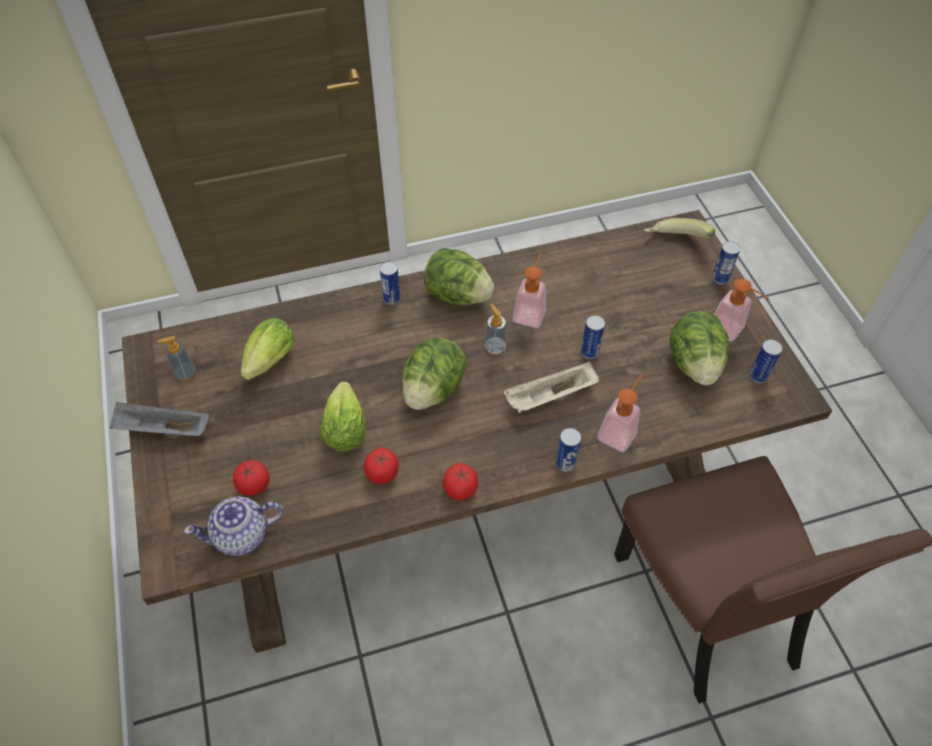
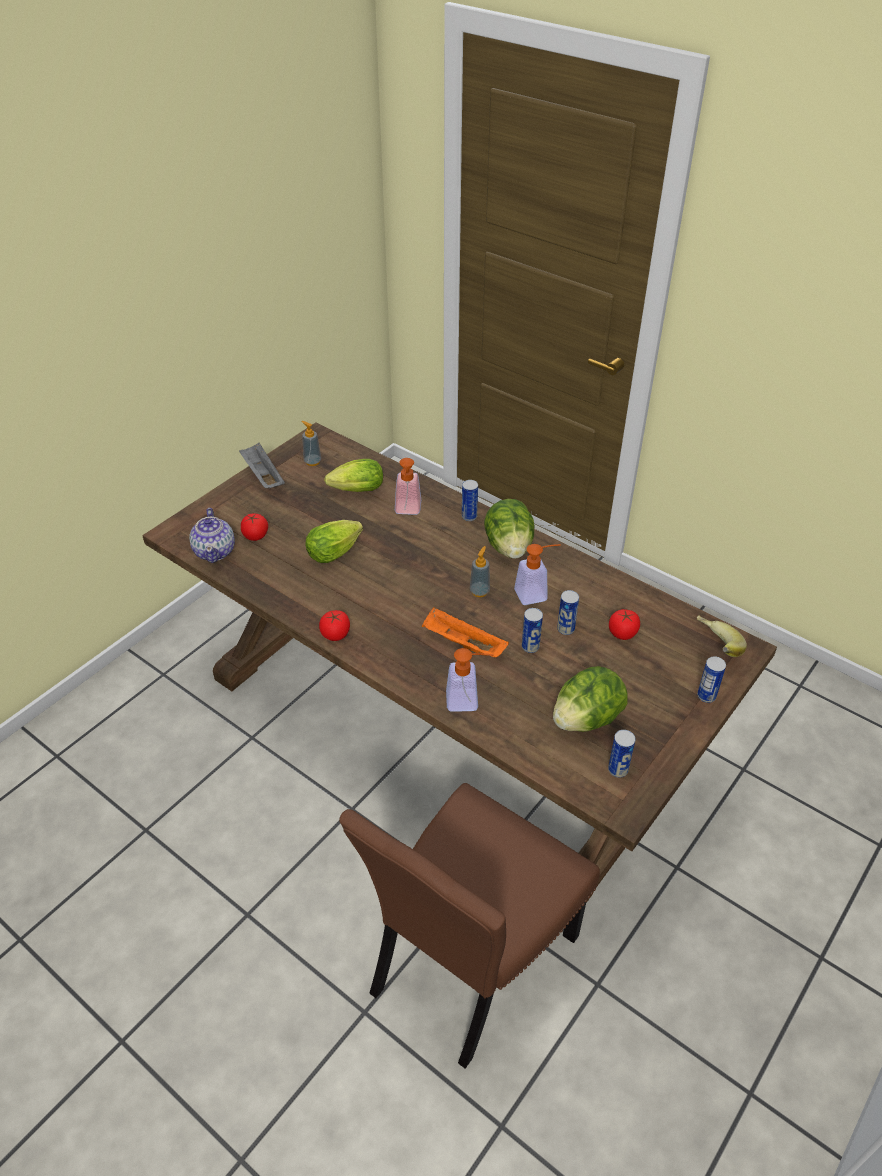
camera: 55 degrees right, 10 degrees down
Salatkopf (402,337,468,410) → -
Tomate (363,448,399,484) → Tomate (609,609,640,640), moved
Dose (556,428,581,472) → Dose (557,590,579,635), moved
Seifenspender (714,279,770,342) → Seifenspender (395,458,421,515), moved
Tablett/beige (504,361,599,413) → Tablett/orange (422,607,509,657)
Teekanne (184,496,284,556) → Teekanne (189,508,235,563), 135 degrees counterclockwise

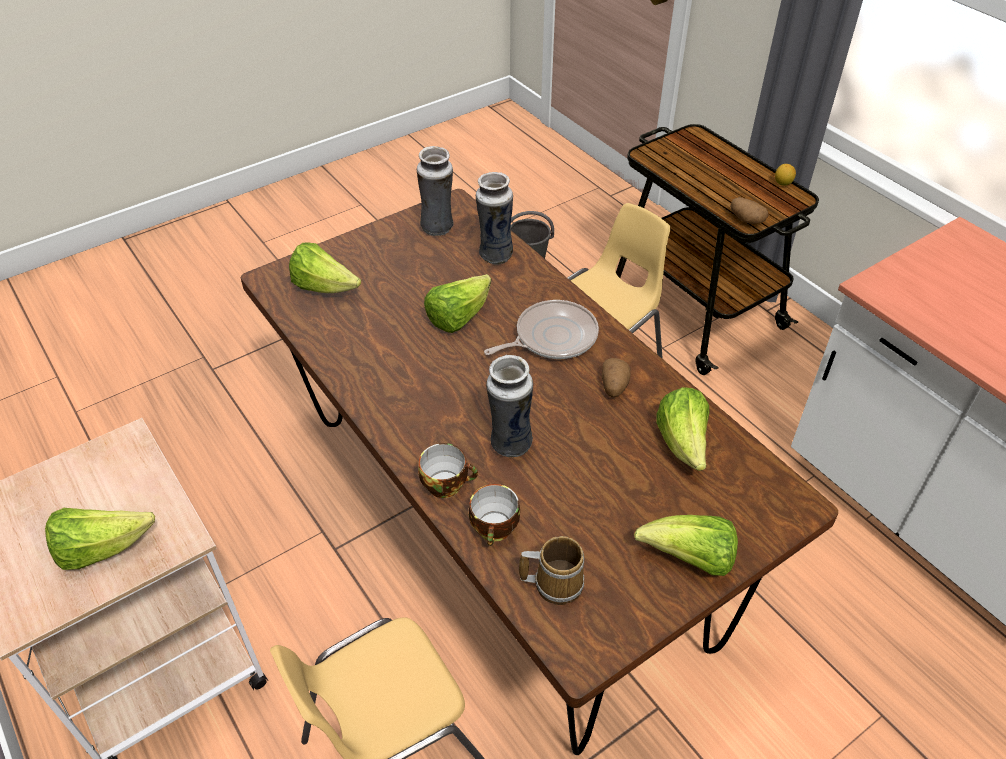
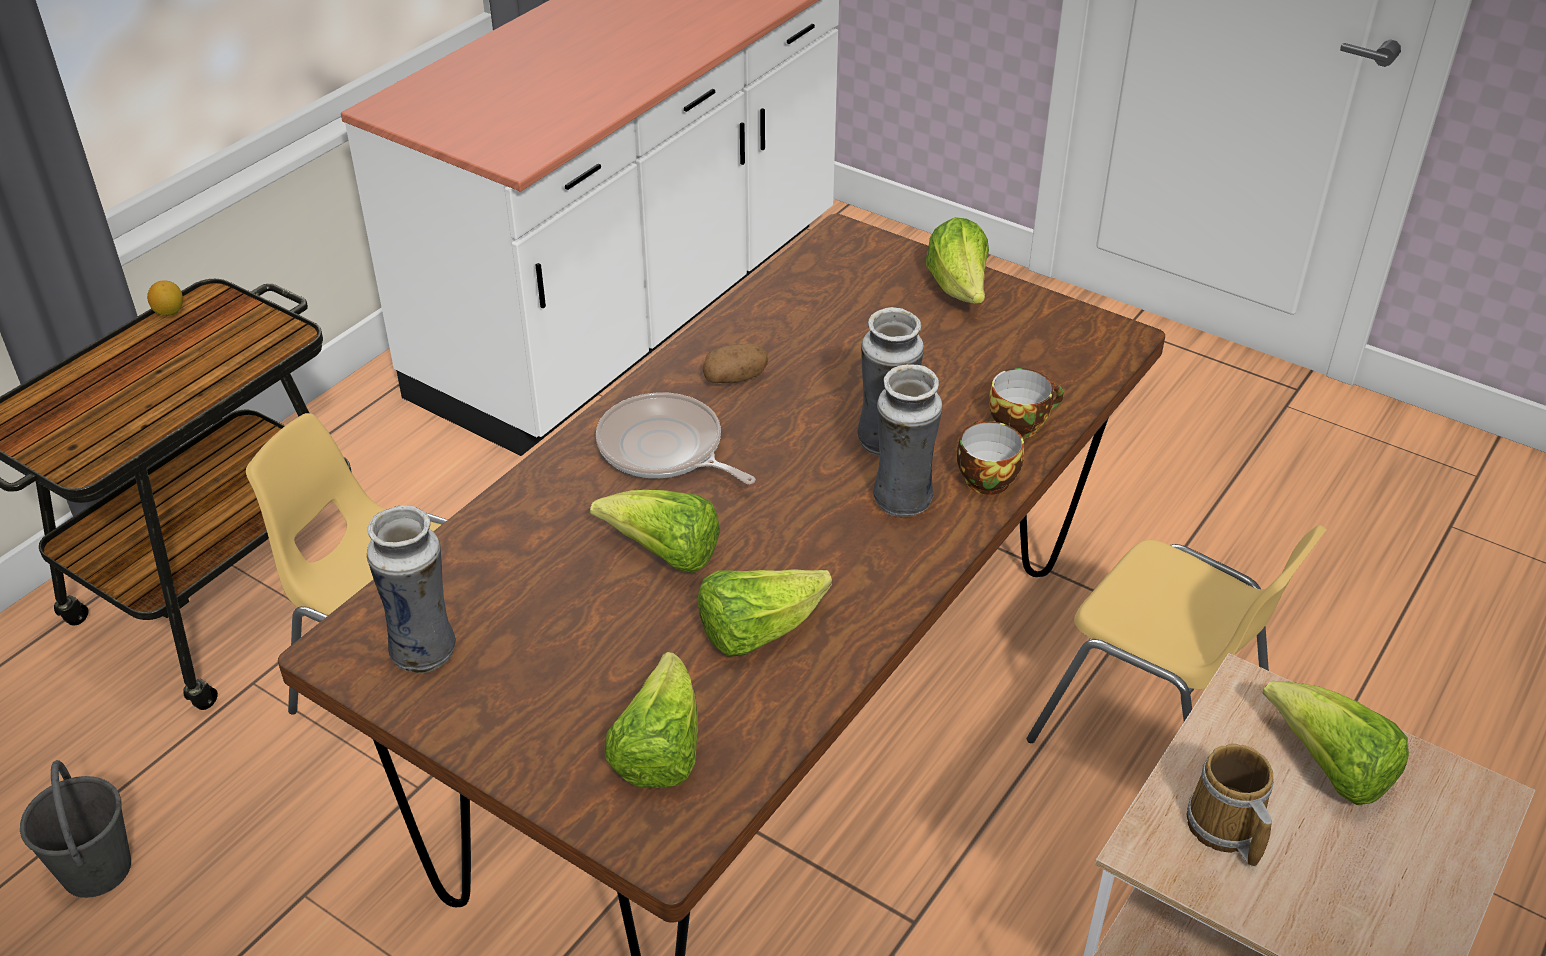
camera: 110 degrees left, 5 degrees down
Kartoffel (730,197,768,224) → -
Vase (476,172,513,264) → Vase (873,364,942,517), moved
Henkelbecher (519,536,585,605) → Henkelbecher (1187,744,1274,867), moved
Salatkopf (656,387,709,471) → Salatkopf (698,569,832,657), moved

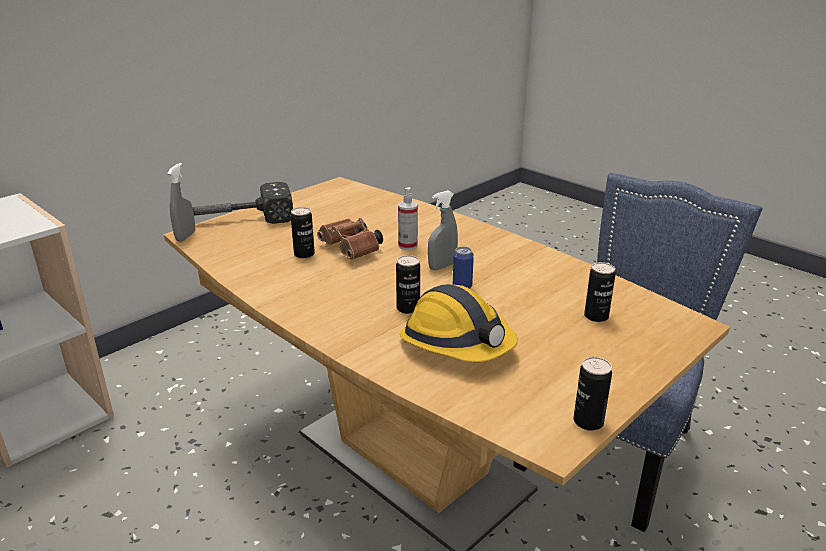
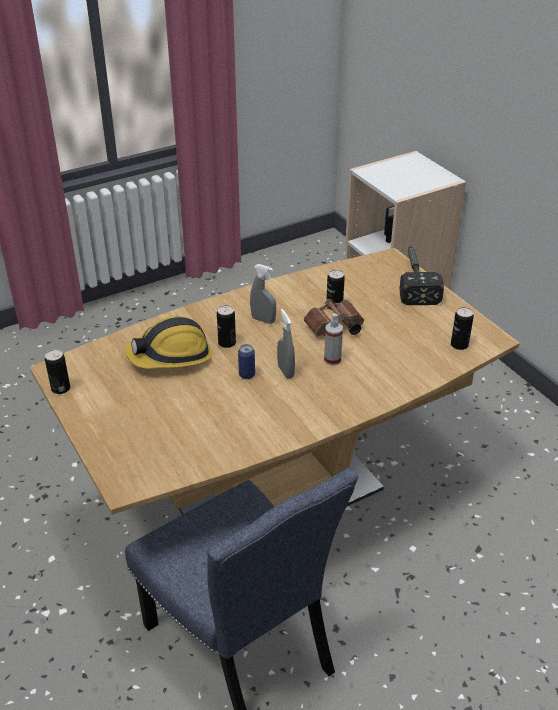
camera: 105 degrees right, 10 degrees up
Sprühflasche/grau (167,163,195,242) → Sprühflasche/grau (250,264,276,324), moved
Dose (584,262,616,322) → Dose (451,307,474,350), moved

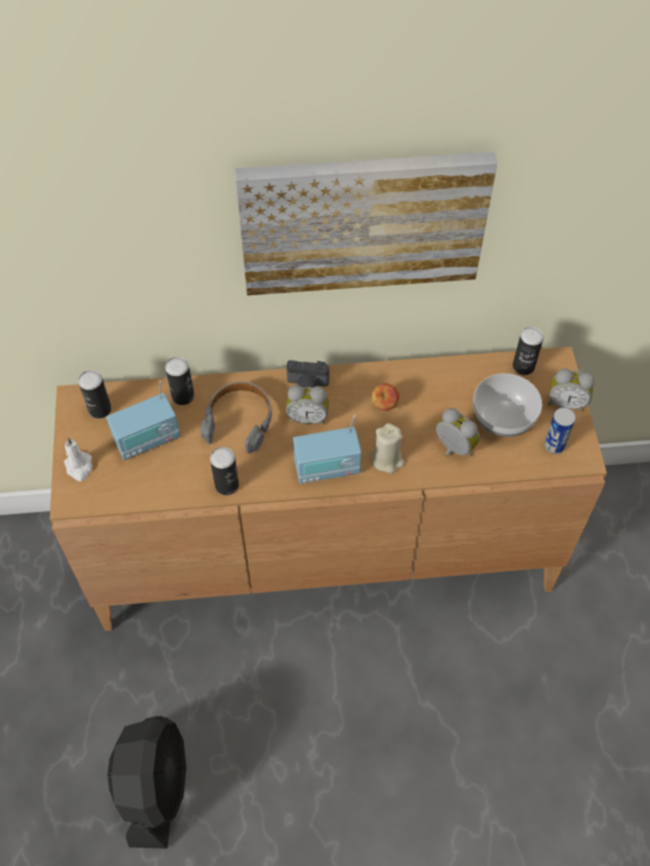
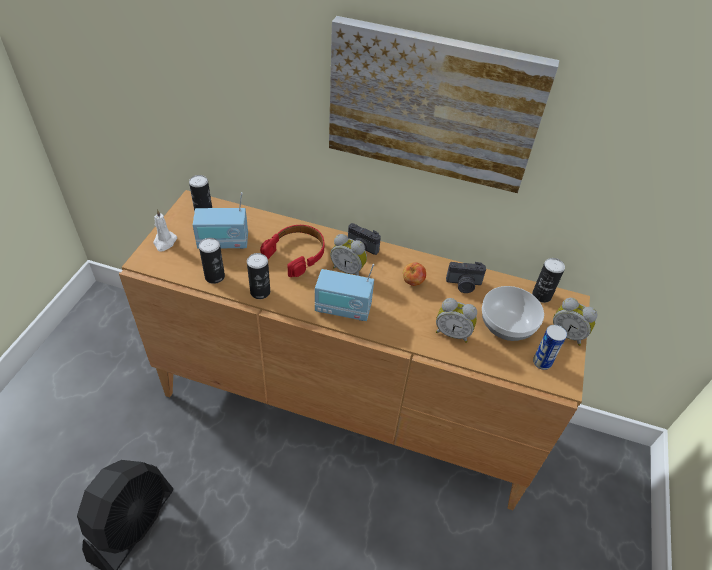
camera: 20 degrees right, 10 degrees down
Kerze/beige (371,423,405,473) → -
- → Kamera (446,262,486,293)
Dose (165,357,194,405) → Dose (199,238,225,284), moved
Kopfhörer/grau (201,382,272,454) → Kopfhörer/rot (260,225,324,277)
Wecker (436,408,480,457) → Wecker (436,298,477,343), 135 degrees clockwise

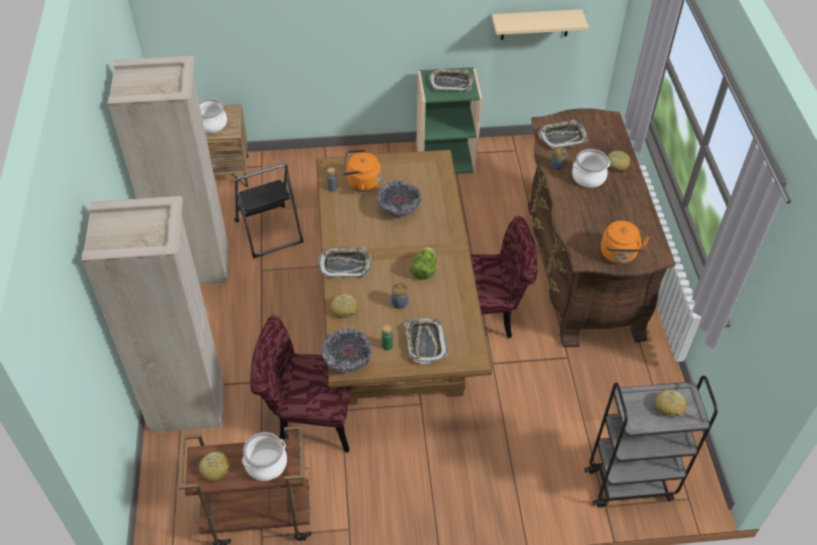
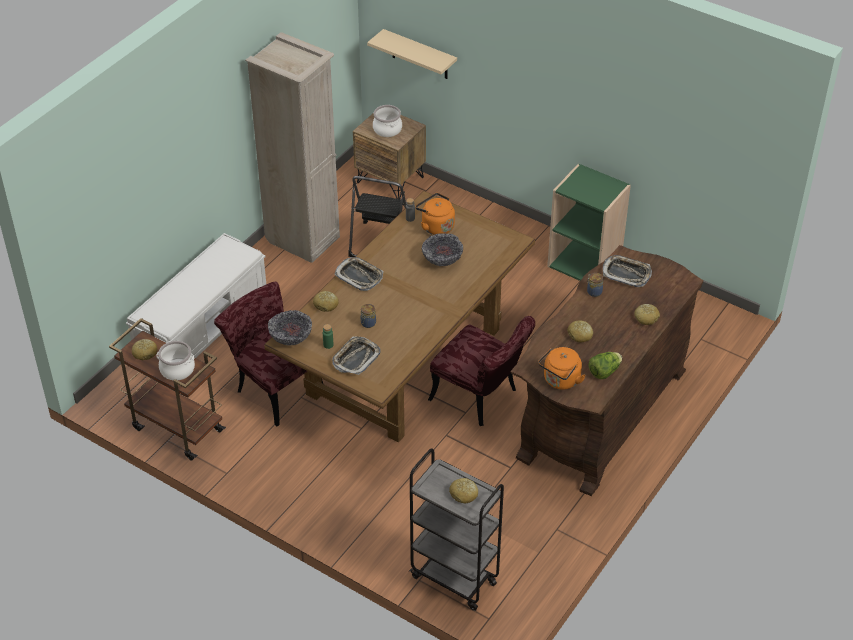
camera: 40 degrees right, 5 degrees down
Tablett (429,69,474,91) → -
Kochtopf (572,149,610,188) → -
- → Brot (567,321,593,343)
Salatkopf (410,247,436,280) → Salatkopf (588,352,622,379), moved
Wandregal/beige (492,9,589,40) → Wandregal/beige (367,29,457,79), moved
Schrank/beige (81,196,224,432) → Bank/weiß (126,233,266,358)

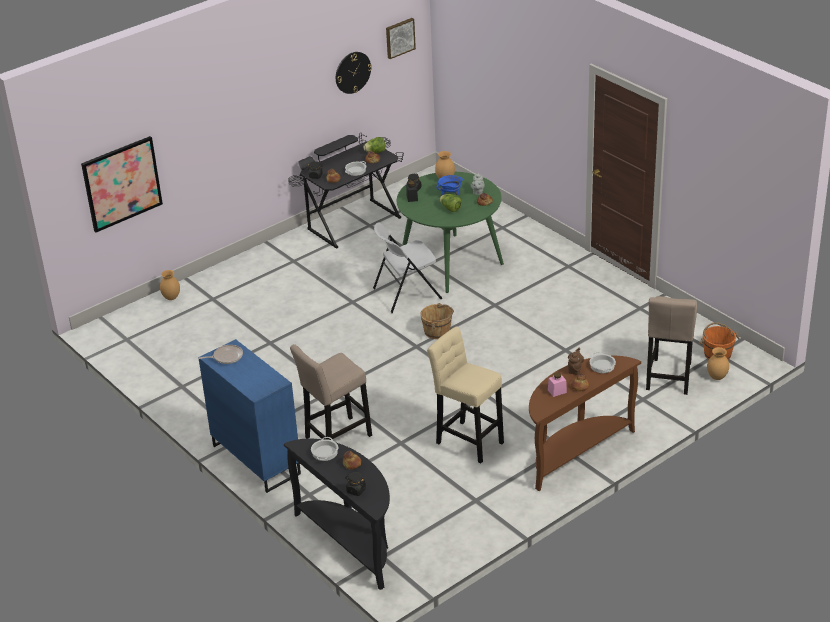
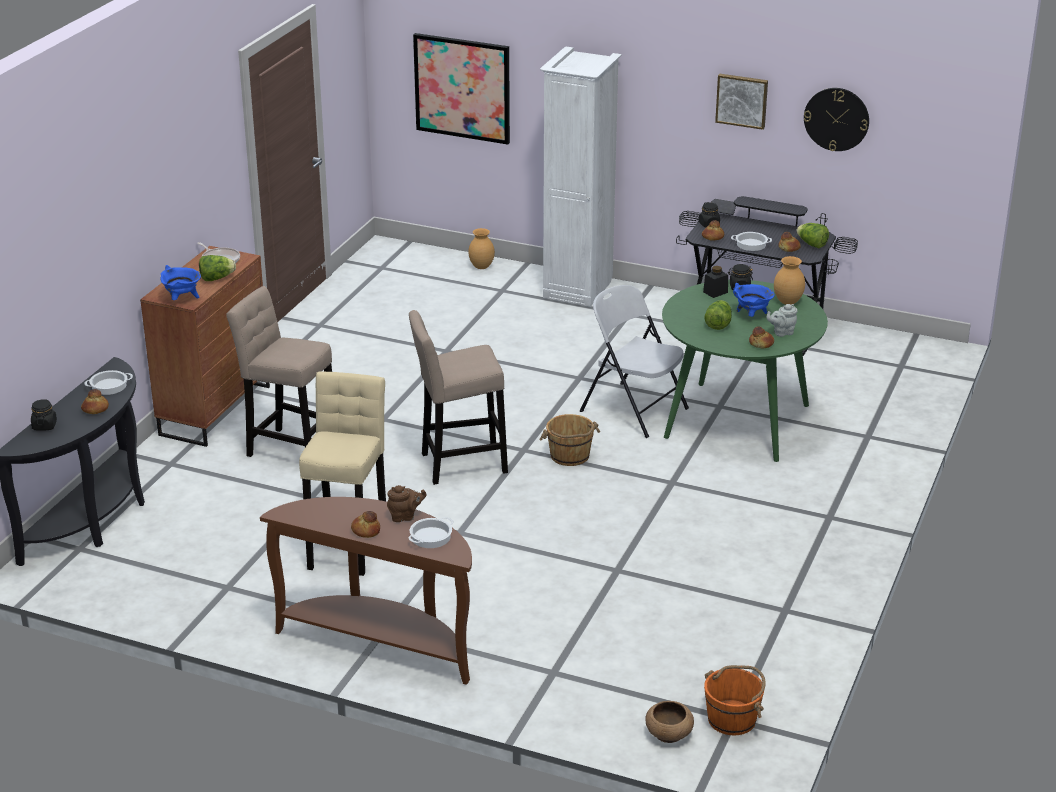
camera: 60 degrees right, 5 degrees down
Vorratsglas/rosa (548,372,567,397) → -
- → Kochtopf/blau (160,265,201,300)
- → Salatkopf (199,255,236,281)
- → Schrank/weiß (540,46,622,307)
Bild (386,18,416,59) → Bild (715,74,768,130), moved
Hocker/beige (646,296,697,395) → Hocker/beige (409,310,508,485), moved
Vase/braun (707,347,729,380) → Schüssel/braun (645,701,694,743)
Kommode/blau (198,339,301,493) → Kommode/braun (140,246,270,447)

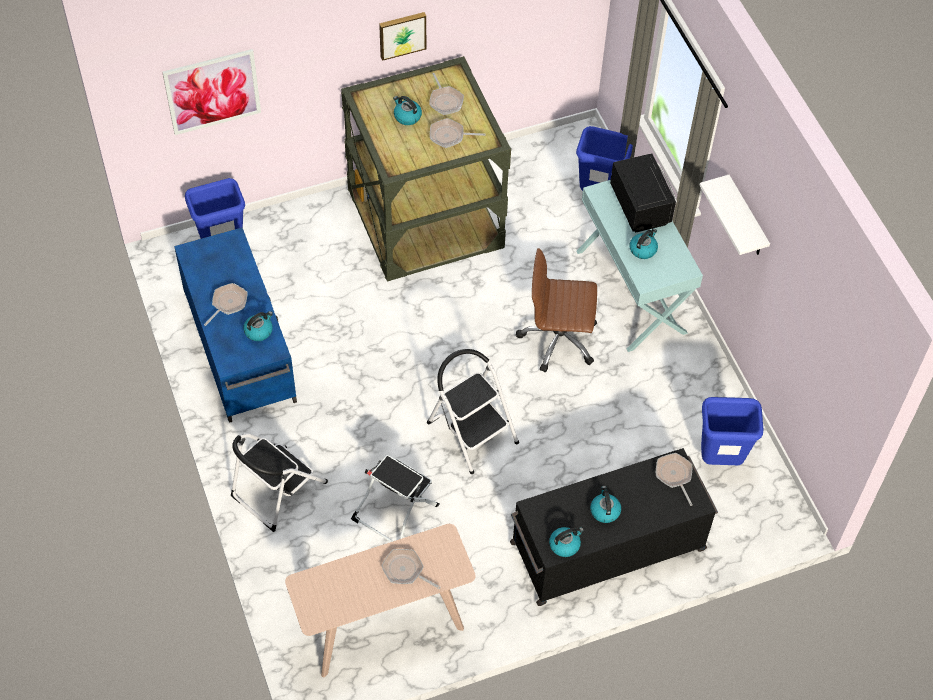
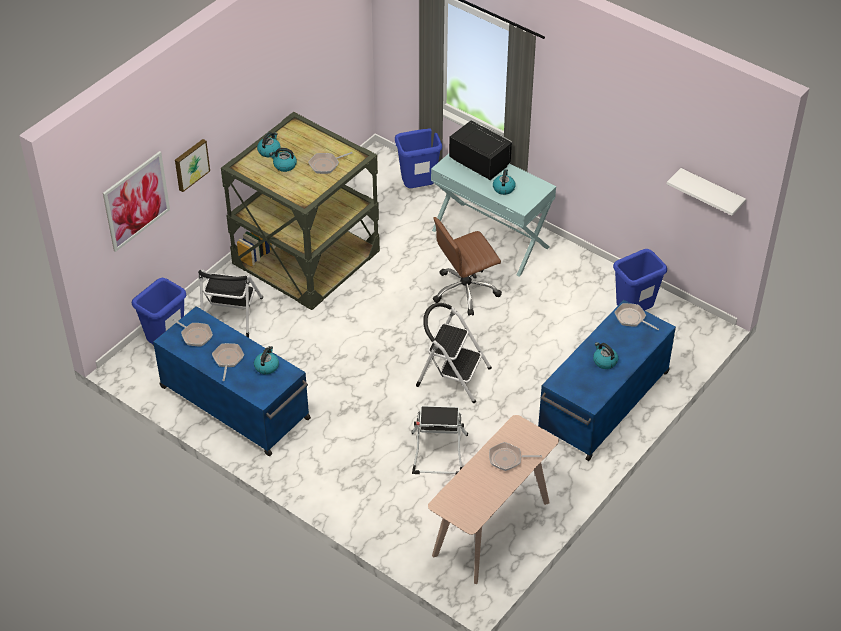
camera: 30 degrees left, 10 degrees down
Trittleiter (231,433,328,532) → Trittleiter (198,270,263,338), moved
Bild (379,12,426,61) → Bild (175,139,210,192), moved
Pfanne (429,73,464,115) → Pfanne (172,319,213,346), moved
Wasserkessel (549,527,584,557) → Wasserkessel (257,132,281,157), moved
Wandregal/weiß (699,175,770,255) → Wandregal/weiß (667,168,746,216), moved
Schrank/schwarz (510,448,718,606) → Schrank/blau (538,300,676,461)

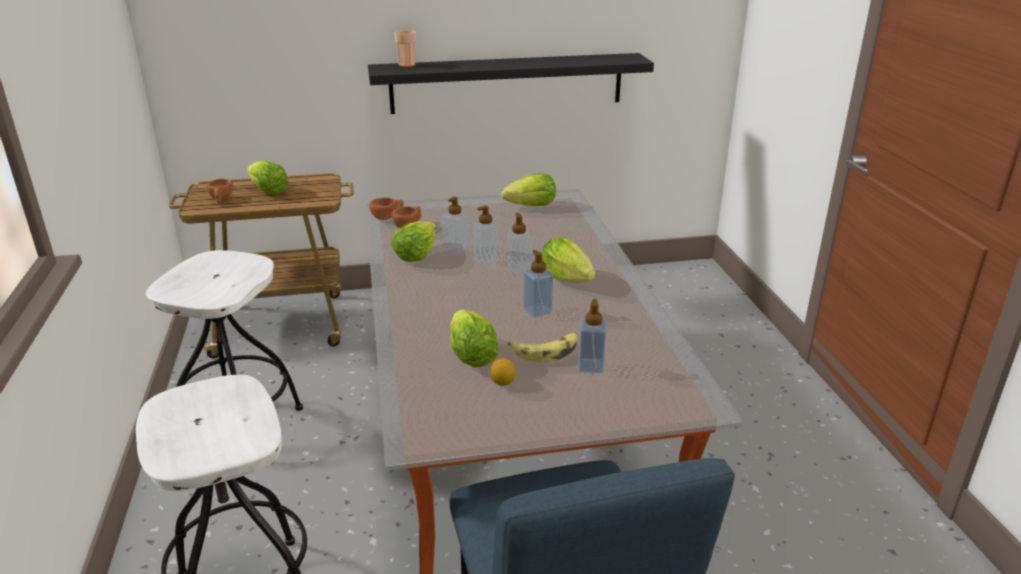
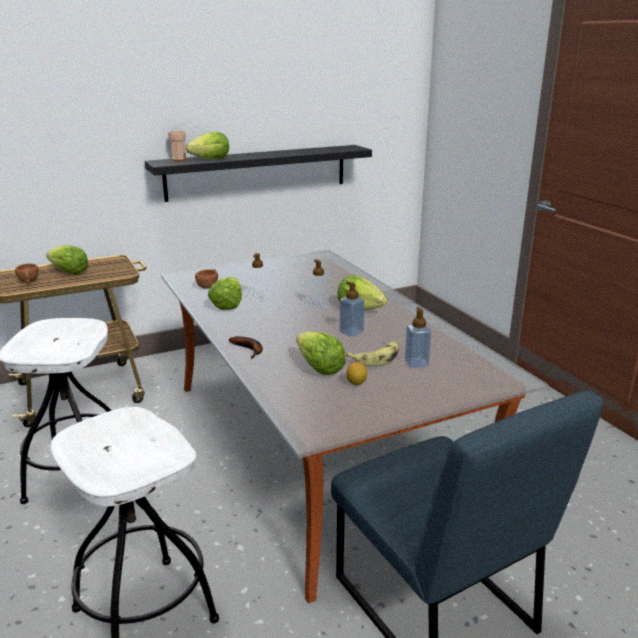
camera: 15 degrees left, 5 degrees down
Tasse/braun (369,197,404,220) → -
Seifenspender (473,206,499,264) → -
- → Banane (229,336,263,359)
Salatkopf (501,173,556,206) → Salatkopf (186,132,229,159), moved

